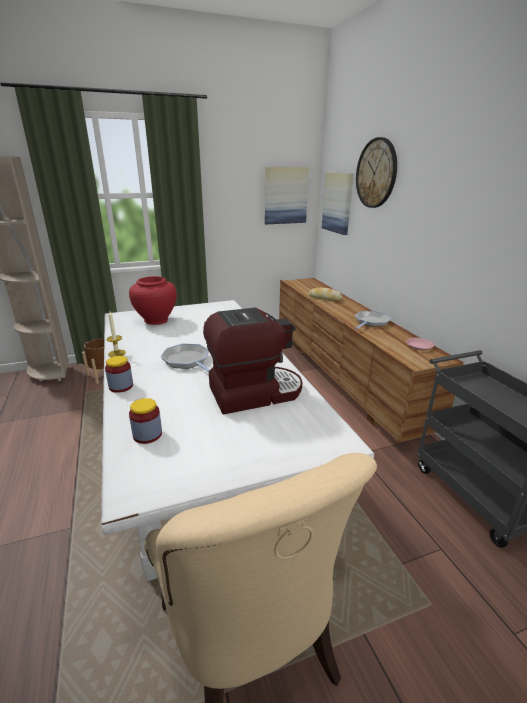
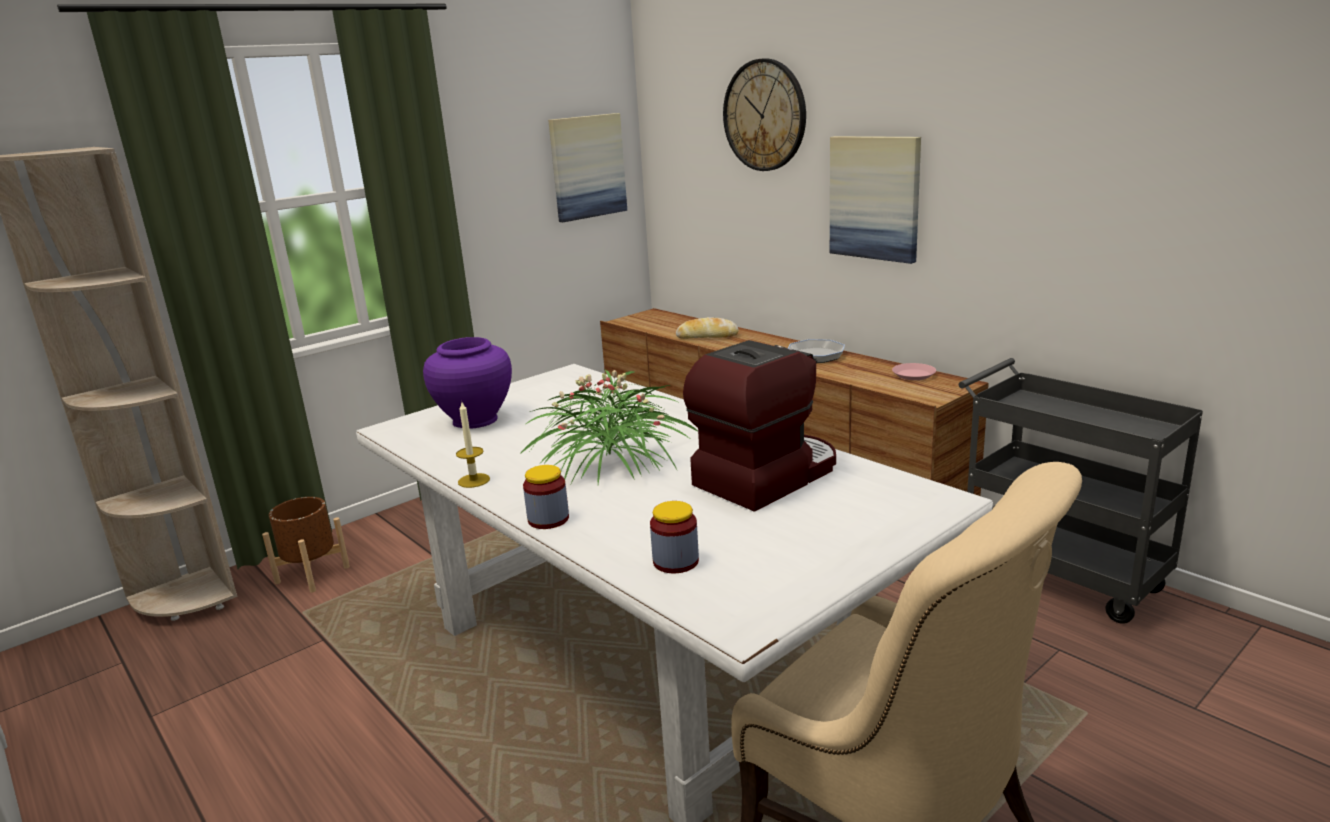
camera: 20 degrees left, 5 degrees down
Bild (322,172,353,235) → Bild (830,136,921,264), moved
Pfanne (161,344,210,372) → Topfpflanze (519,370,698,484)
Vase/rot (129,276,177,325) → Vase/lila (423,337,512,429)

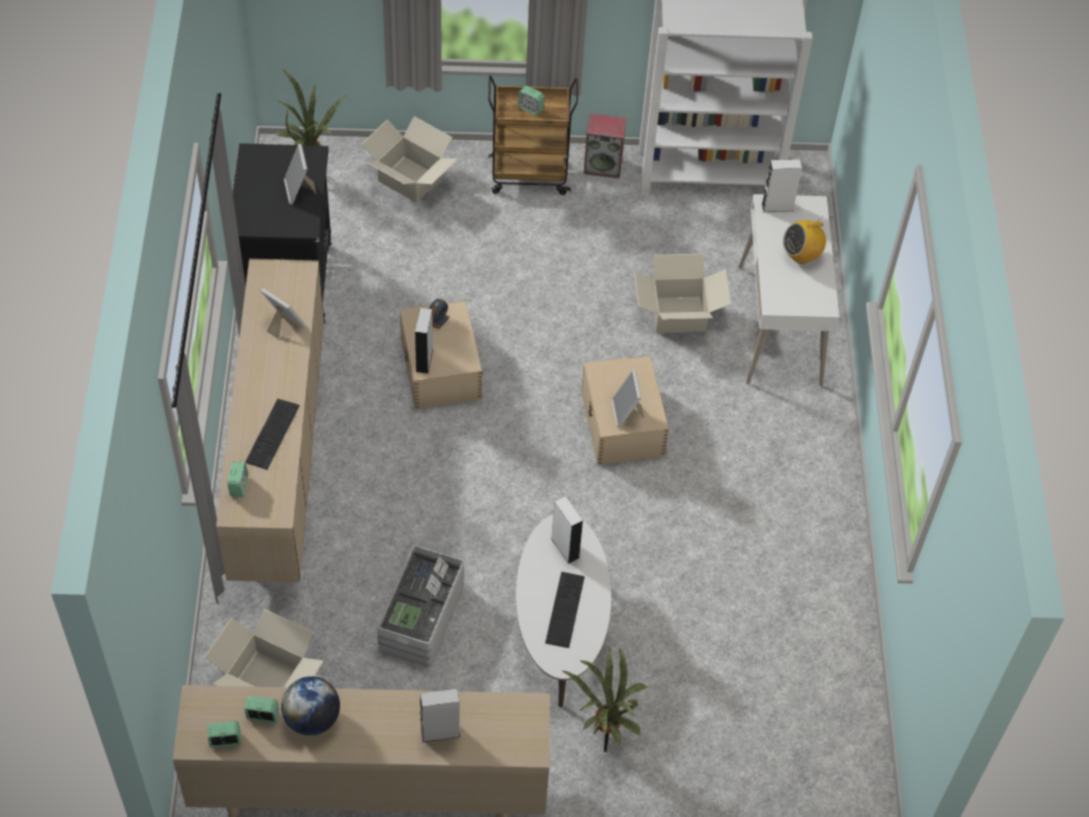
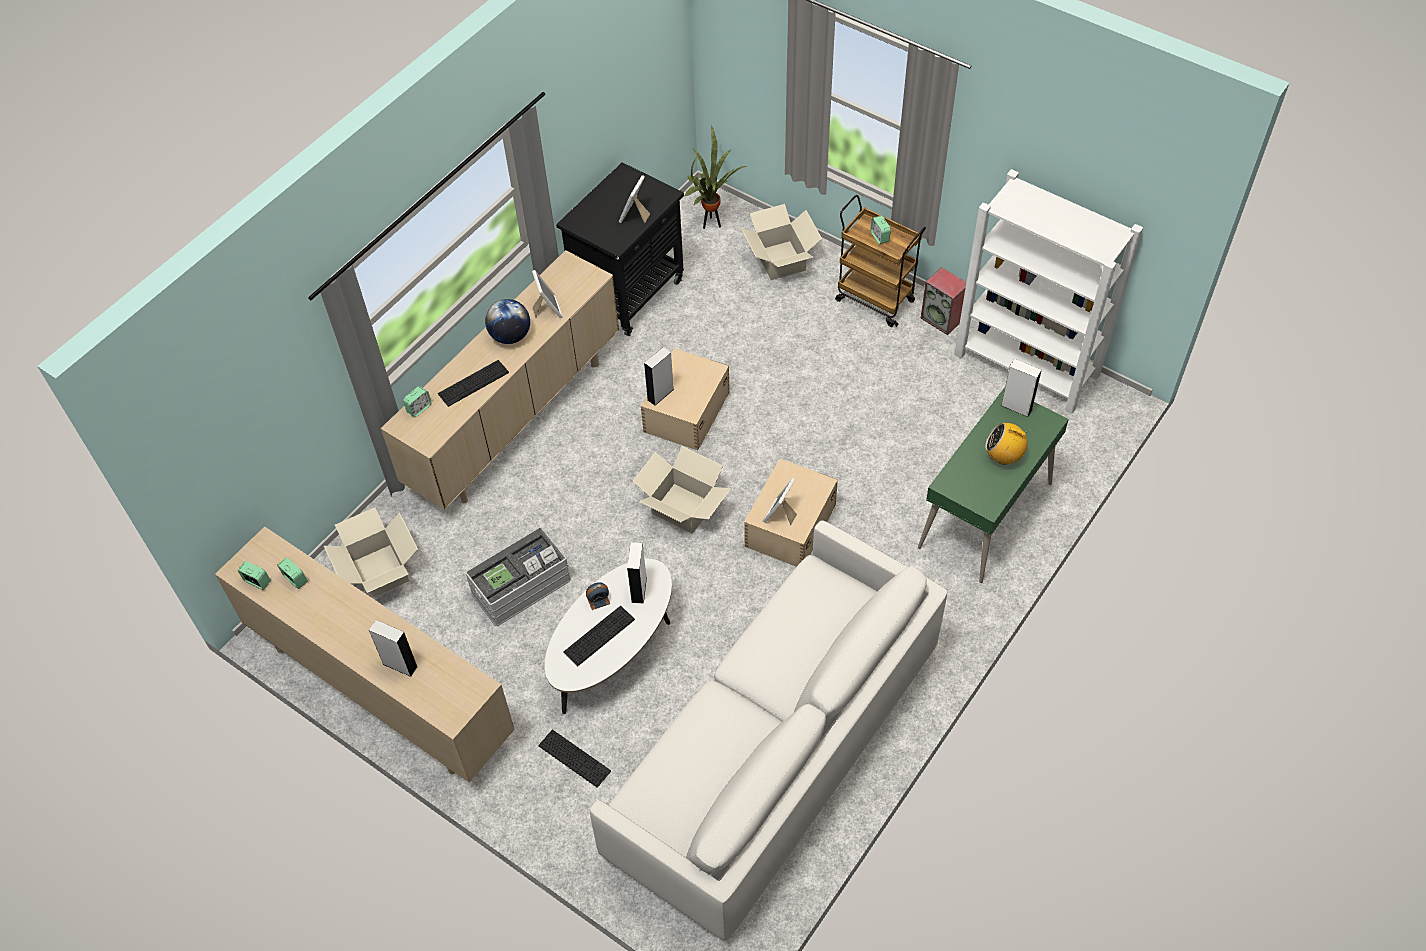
camera: 40 degrees right, 0 degrees up
- → Sofa/weiß (590,520,948,941)
Globus (281,676,340,736) → Globus (485,299,530,344), moved
Wecker (429,299,450,330) → Wecker (586,582,610,610), moved
Karton (634,254,732,333) → Karton (632,446,731,534), moved
Topfpflanze (561,645,648,752) → Tastatur (538,730,611,788)
Schreibtisch/weiß (738,194,839,386) → Schreibtisch/grün (918,387,1069,583)

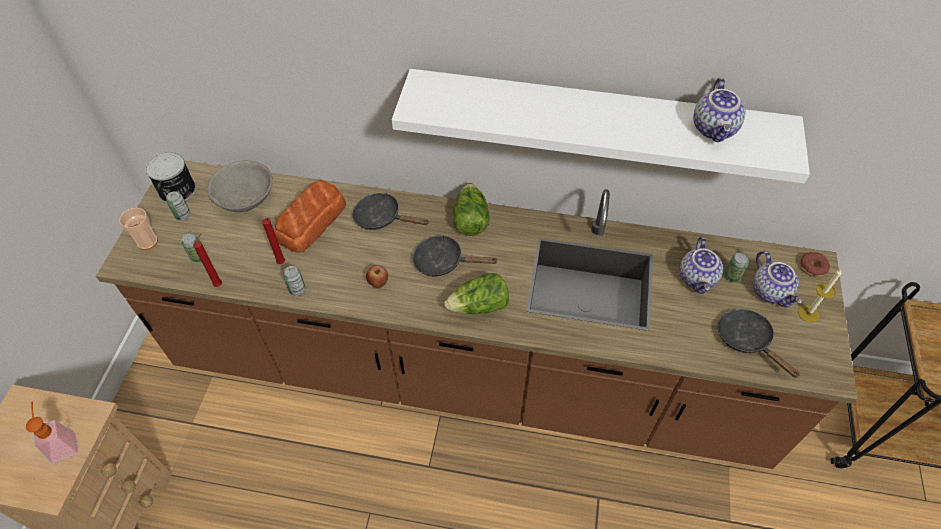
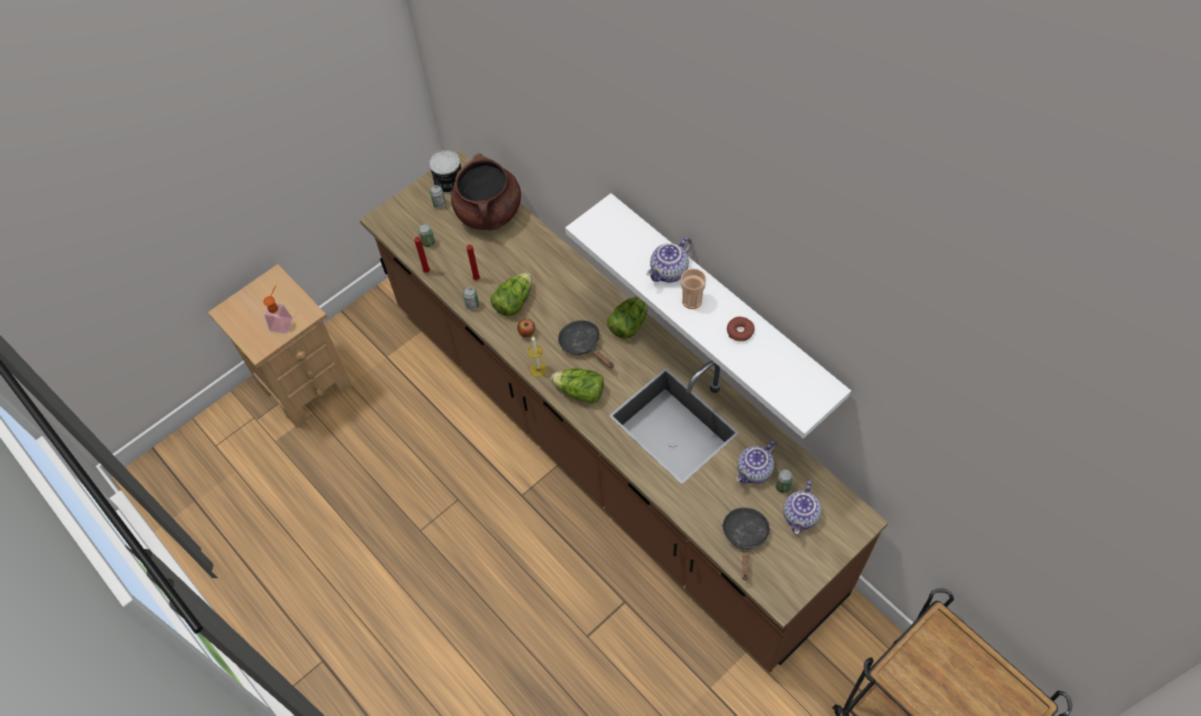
camera: 40 degrees right, 5 degrees up
Brot (274,179,346,253) → -
Pfanne/schwarz (352,193,429,230) → -
- → Salatkopf (490,272,532,316)
Tasse (119,208,158,250) → Tasse (681,269,706,309), moved
Teekanne (693,78,745,142) → Teekanne (647,237,692,282), moved
Kerze (798,269,842,323) → Kerze (528,337,547,377), moved
Donut (800,252,830,277) → Donut (727,317,755,342), moved
Schüssel/grau (207,160,273,212) → Kochtopf/braun (451,153,521,231)

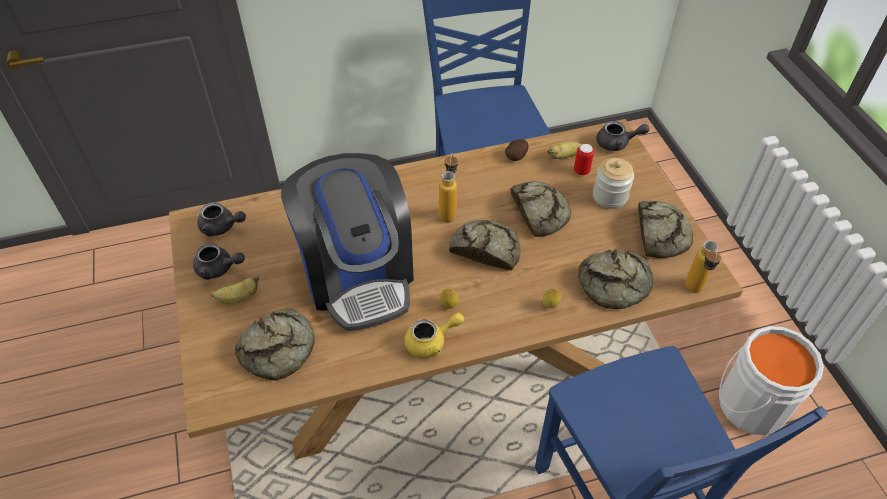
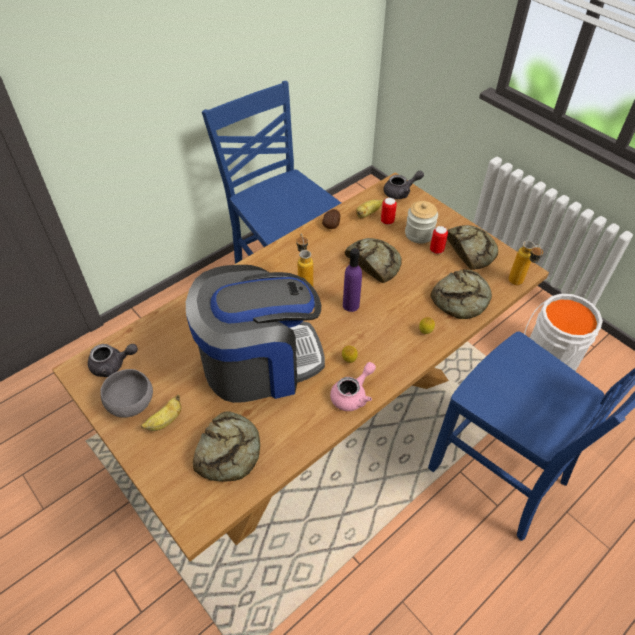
camera: 25 degrees left, 0 degrees up
- → Dose (430,226,448,254)
Teekanne/grau (193,243,245,280) → Schüssel/grau (100,369,153,418)
Brot (449,220,520,270) → Flasche/lila (343,248,362,312)
Teekanne/gelb (404,313,464,358) → Teekanne/rosa (330,362,376,411)
Kaffeemaschine (281,153,414,331) → Kaffeemaschine (186,265,325,403), 60 degrees counterclockwise

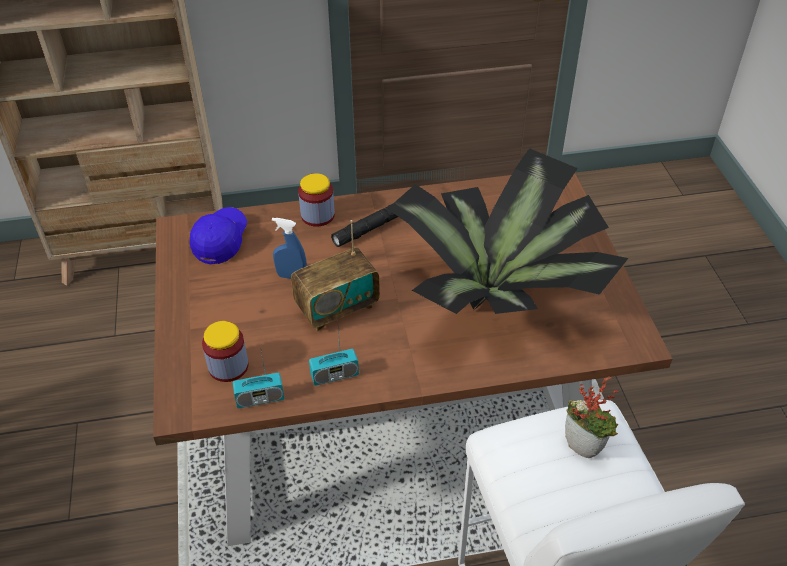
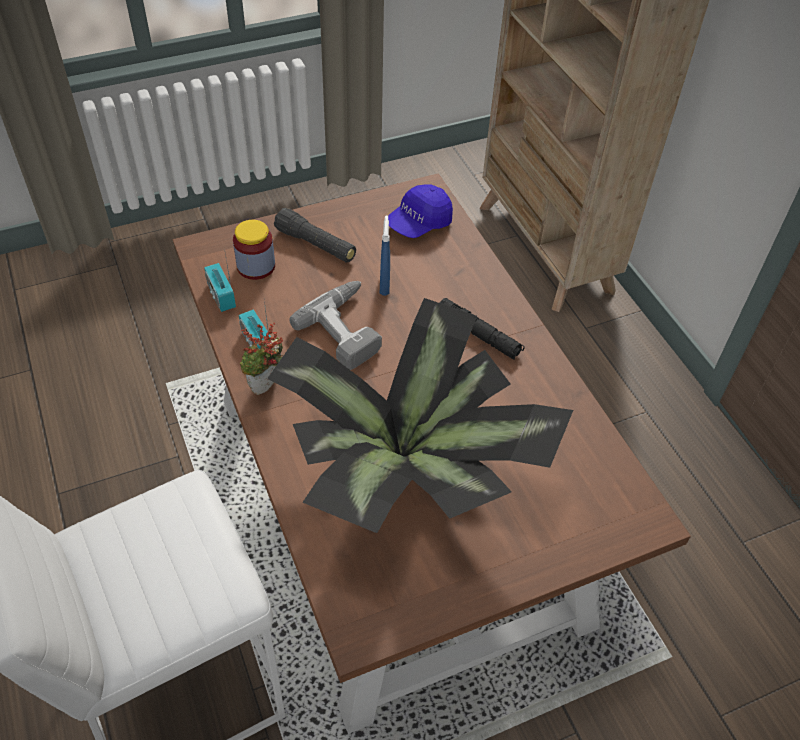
camera: 75 degrees right, 5 degrees up
Vorratsglas (298,173,335,227) → -
- → Taschenlampe/schwarz (274,208,356,262)
Topfpflanze (565,376,618,458) → Topfpflanze (240,322,283,395), moved
Radio (291,220,380,331) → Bohrmaschine (289,281,382,370)
Kappe/blau (190,207,247,264) → Kappe/blau (388,184,453,238), 135 degrees clockwise

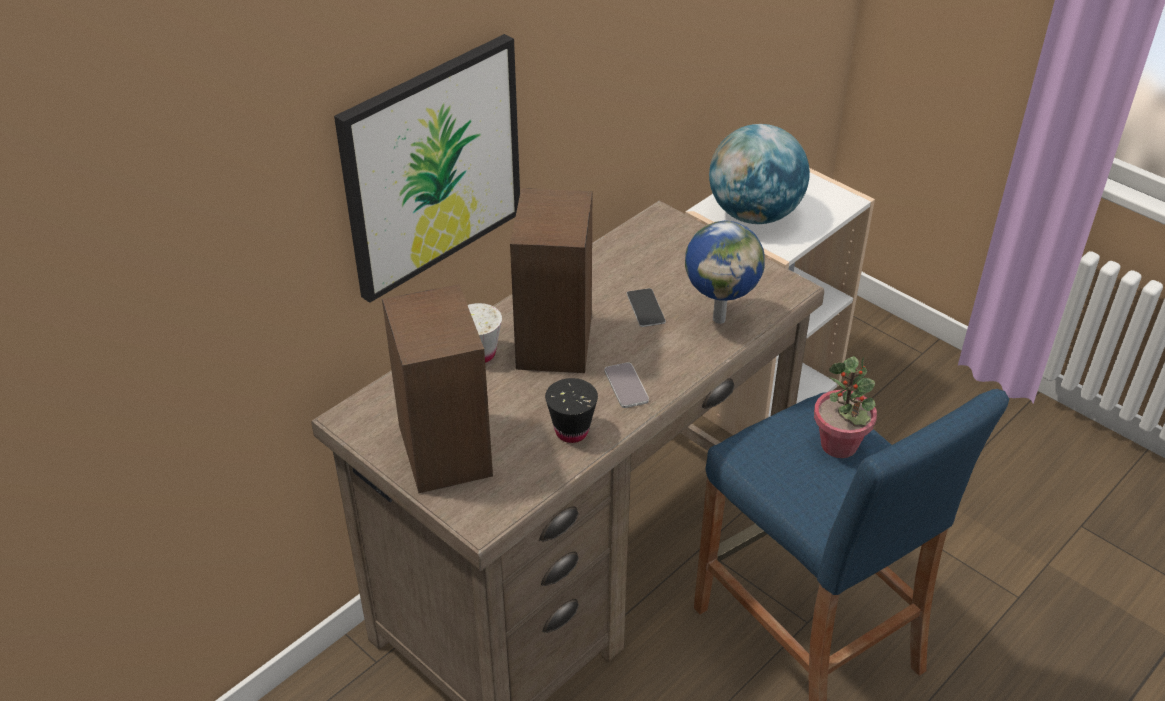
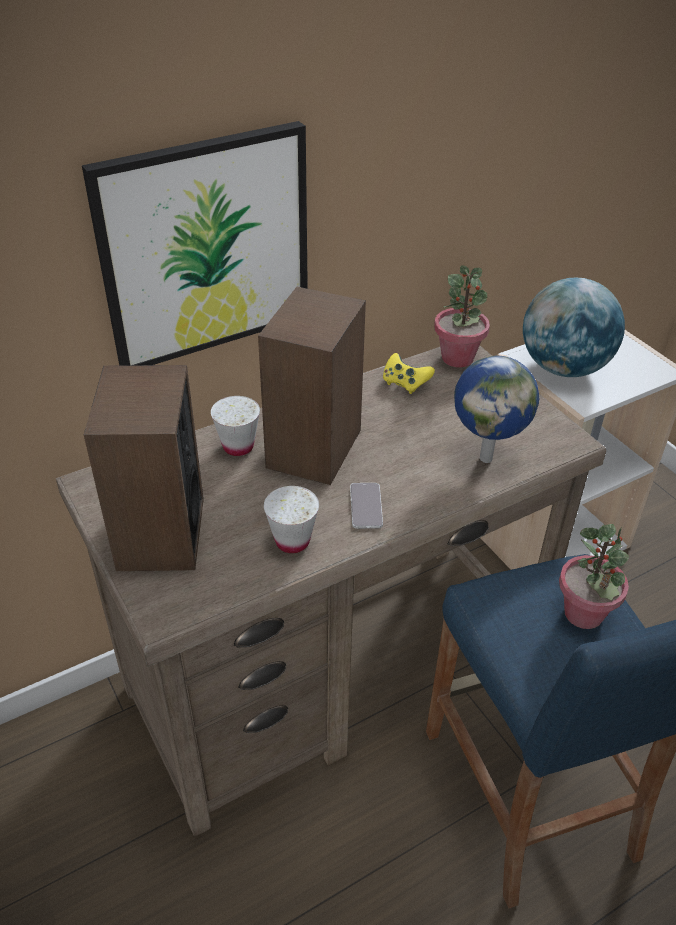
camera: 15 degrees right, 0 degrees up
Handy (627,288,666,327) → -
- → Gamepad/gelb (383,353,435,394)
- → Topfpflanze (434,265,490,368)
Tasse/schwarz (545,378,598,443) → Tasse/weiß (264,486,319,553)

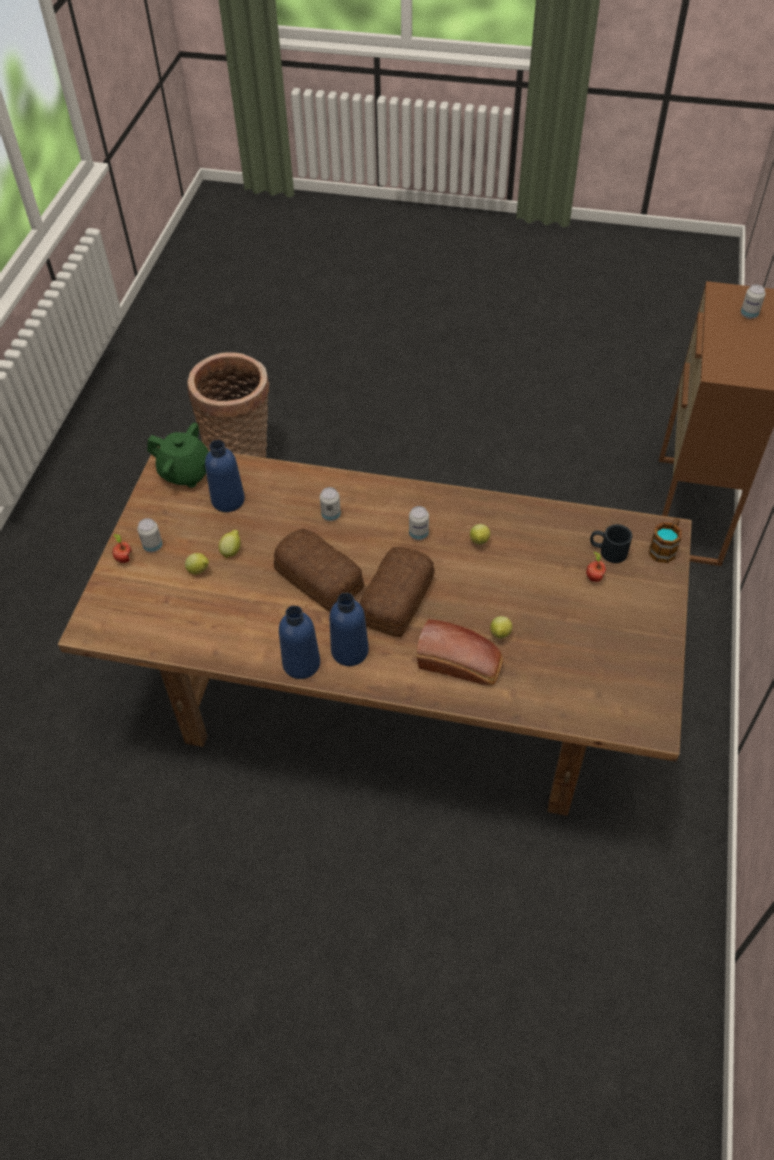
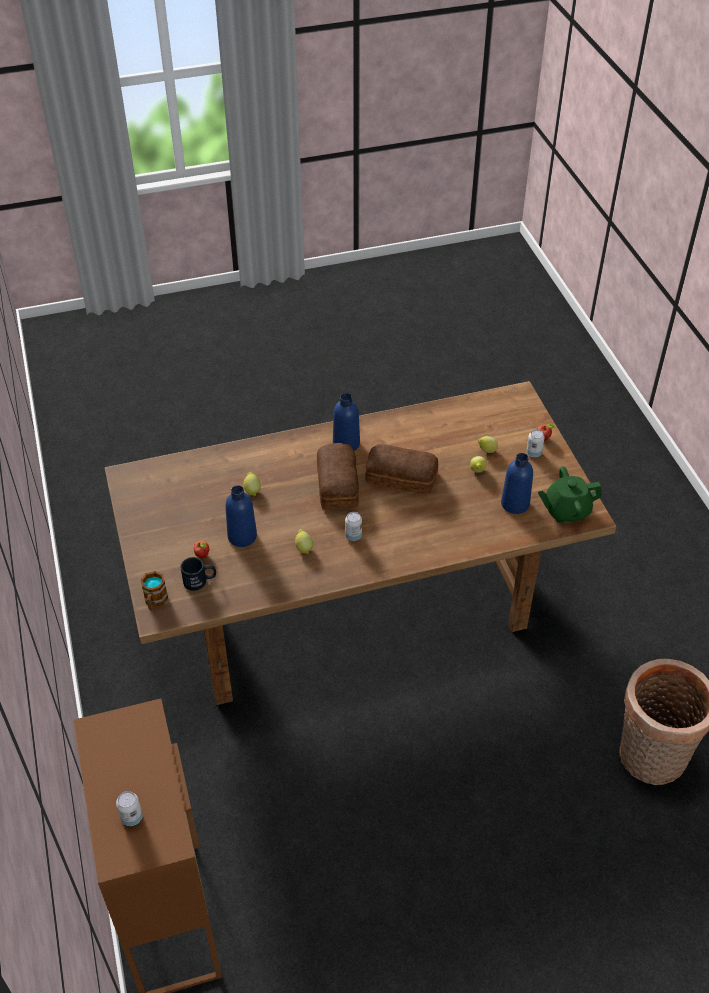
camera: 150 degrees right, 5 degrees down
Dose (320,487,341,521) → -
Brot (417,619,503,686) → -
Flasche/blau (279,606,320,679) → Flasche/blau (225,485,257,547), moved

